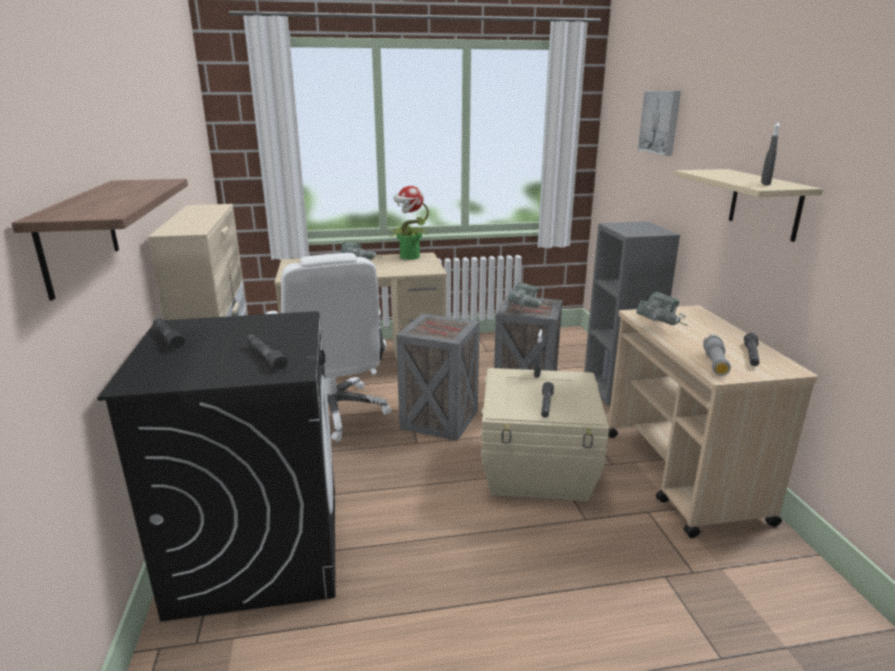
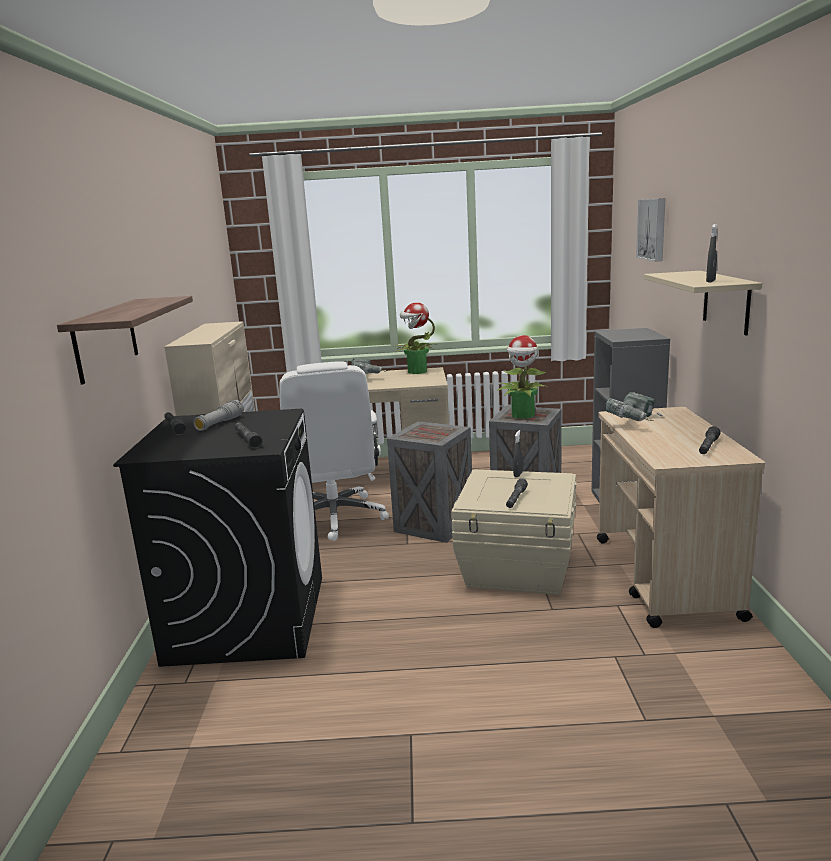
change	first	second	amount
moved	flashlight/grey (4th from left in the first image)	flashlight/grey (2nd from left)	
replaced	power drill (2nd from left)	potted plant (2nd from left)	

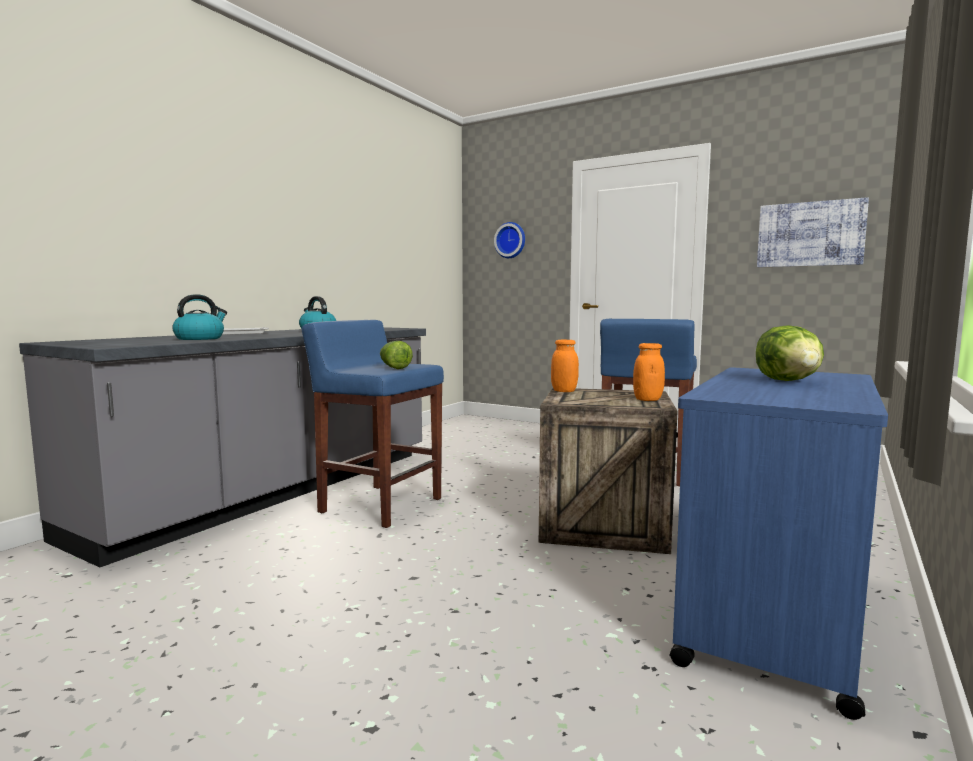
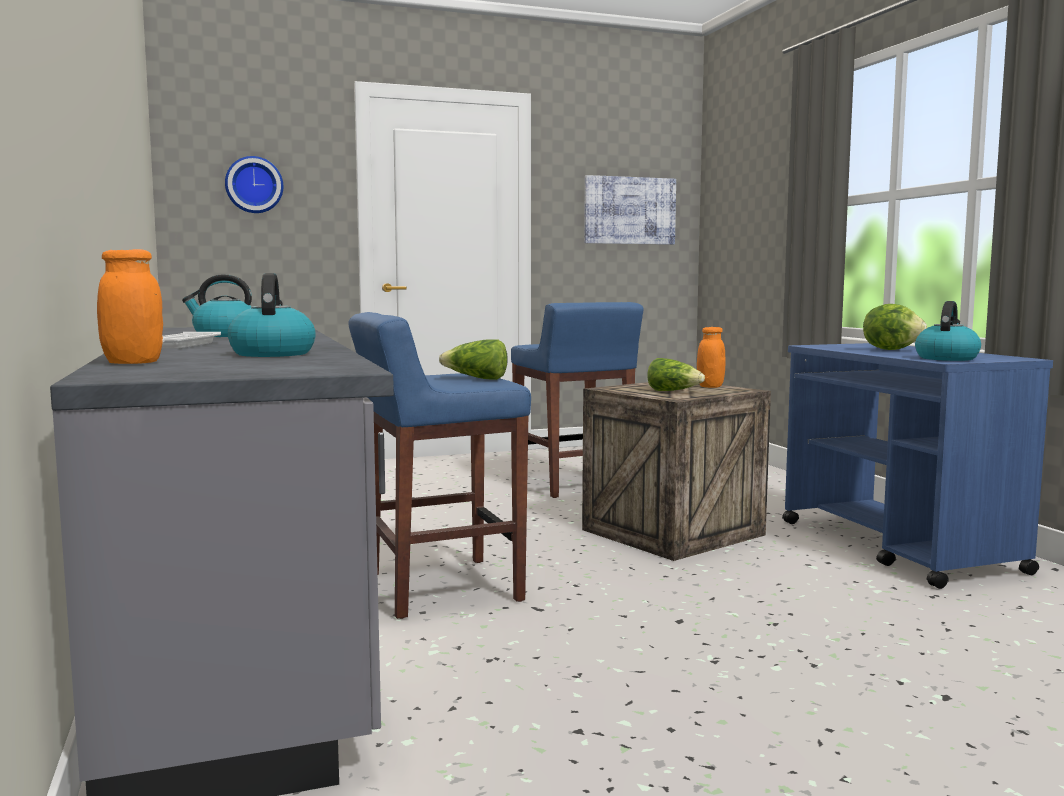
change	first	second	amount
moved	jar/orange (1st from left)		
added		lettuce (2nd from left)	
added		kettle (3rd from left)	

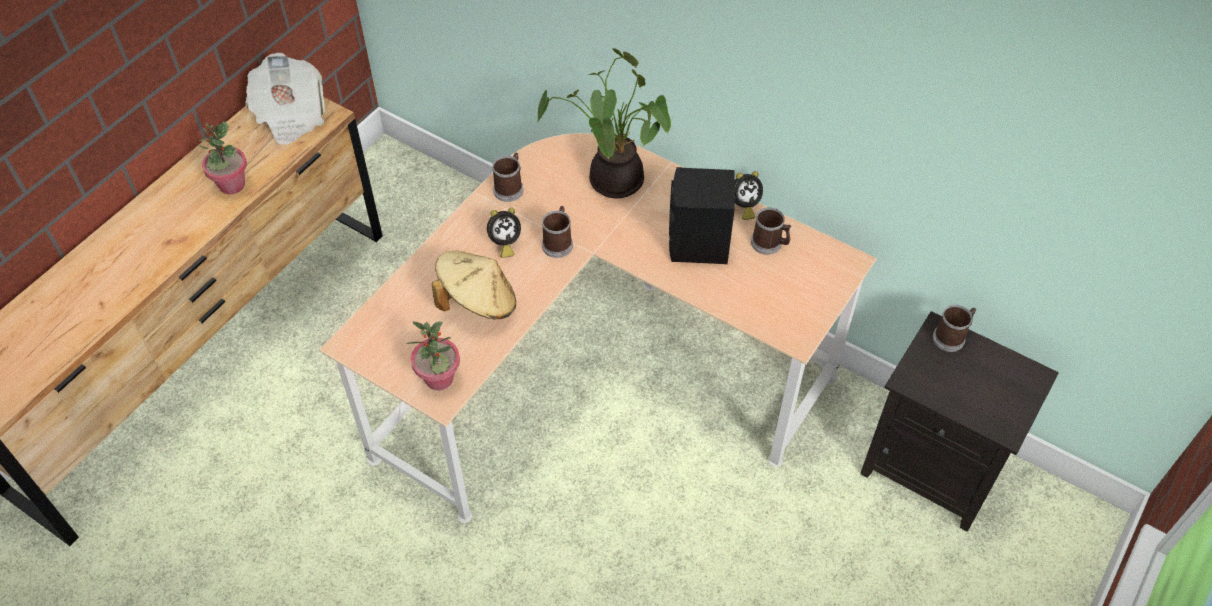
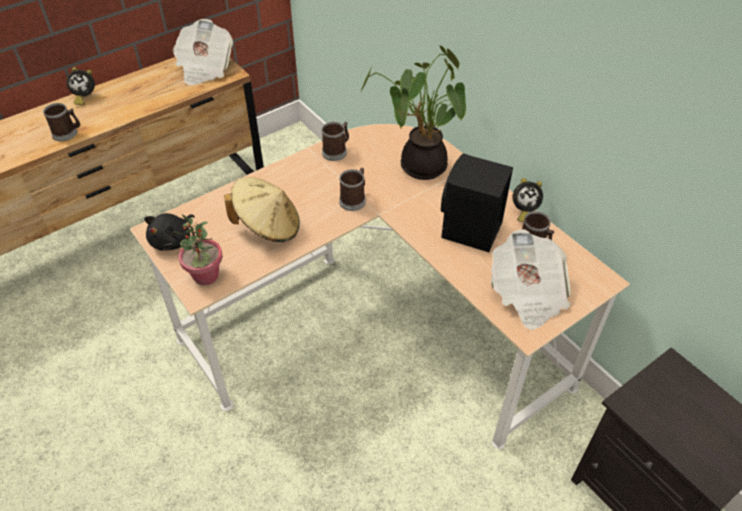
change	first	second	amount
moved	mug (4th from left in the first image)	mug (1st from left)	
moved	alarm clock (1st from left)		
added		plush toy/black	
added		newspaper (2nd from left)	
removed	potted plant (1st from left)		

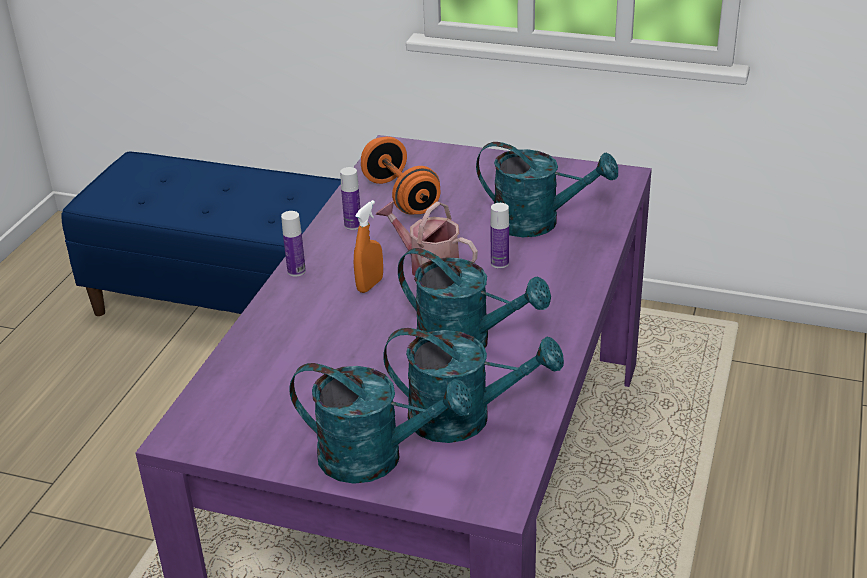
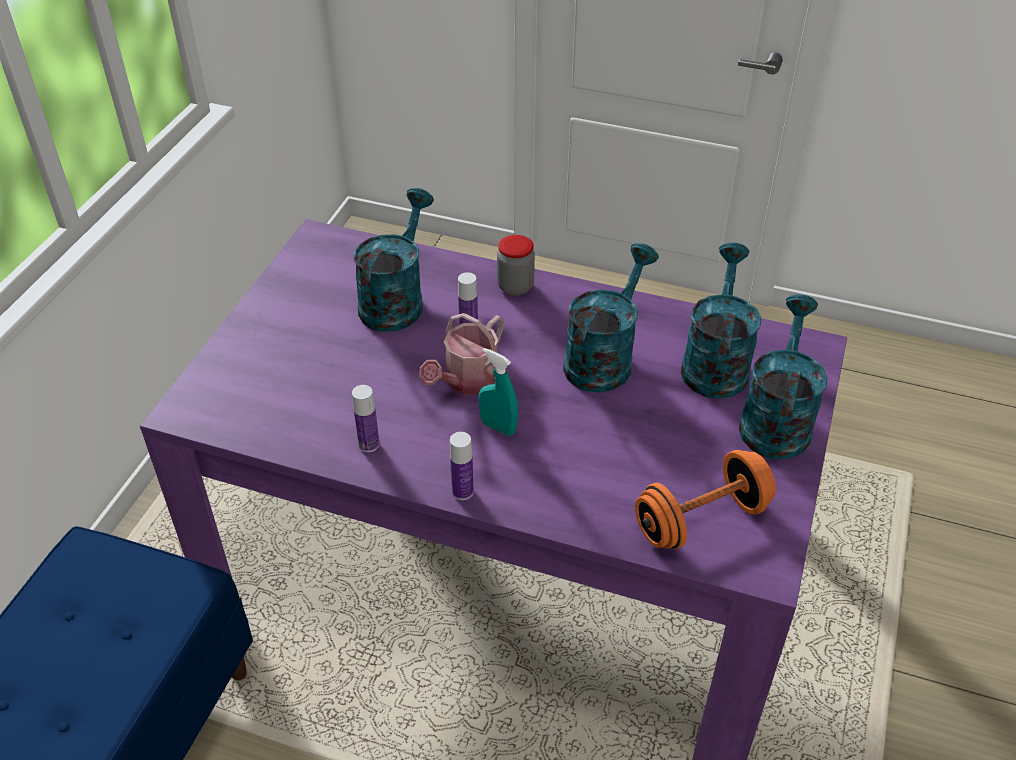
change	first	second	amount
recoloured	spray bottle/orange	spray bottle/turquoise	
added		jar	
moved	dumbbell/orange		

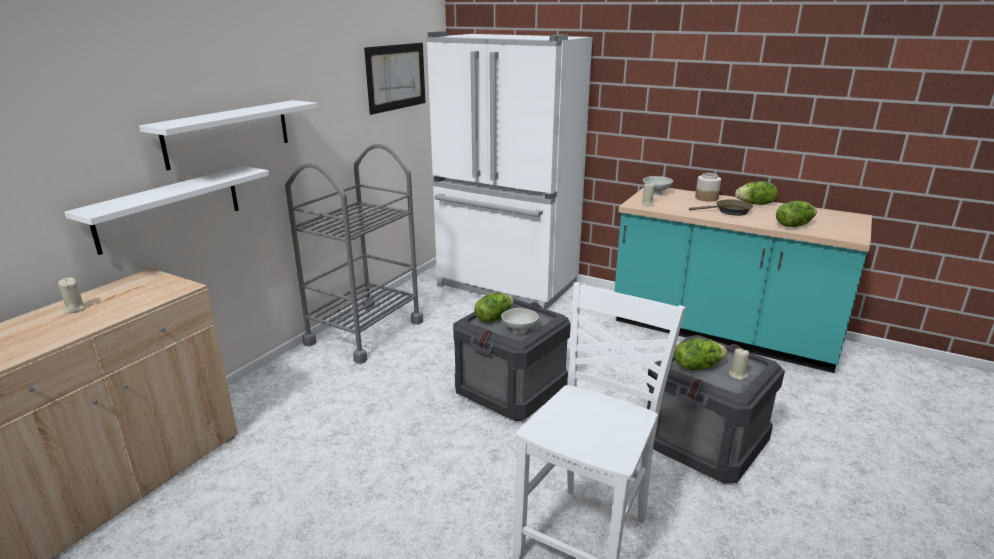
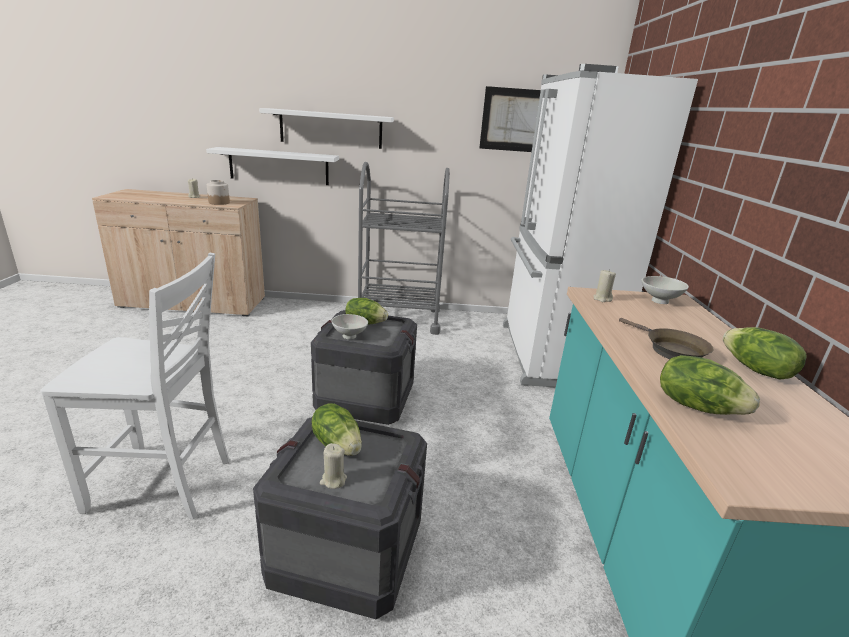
change	first	second	amount
moved	jar		

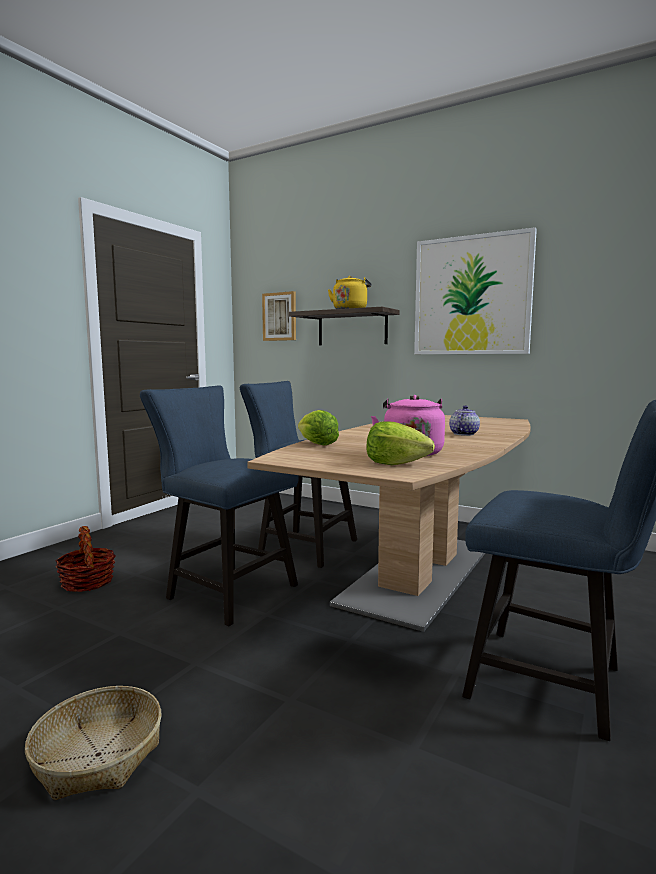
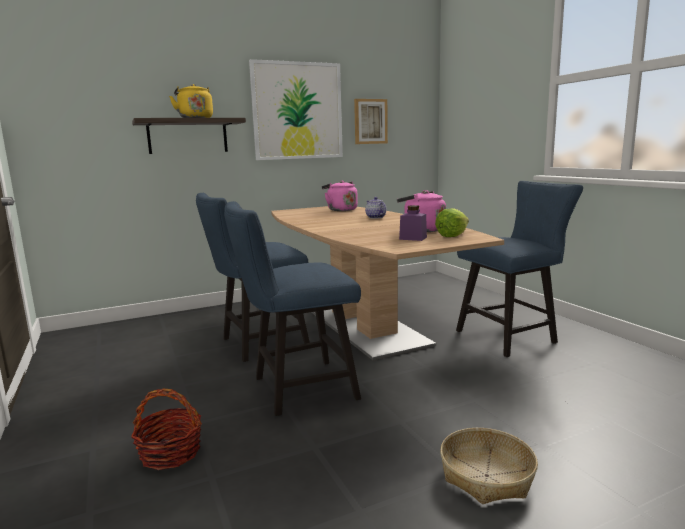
change	first	second	amount
added		kettle/pink (1st from left)	
moved	picture (1st from left in the first image)	picture (2nd from left)	
added		jar/purple	
removed	lettuce (1st from left)		

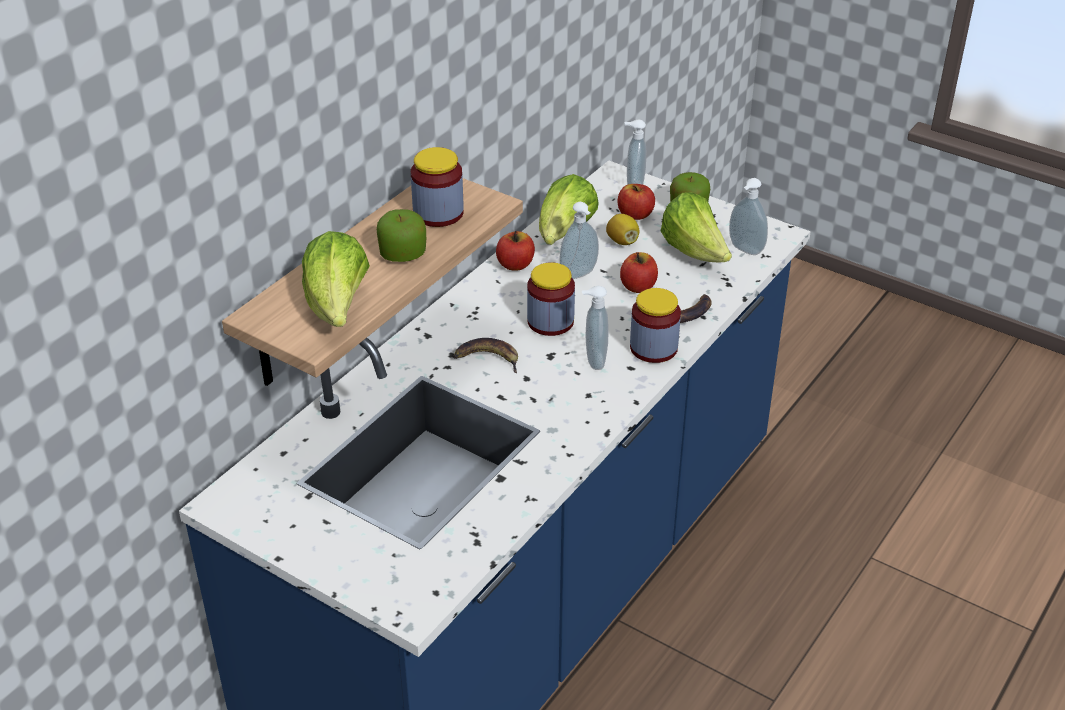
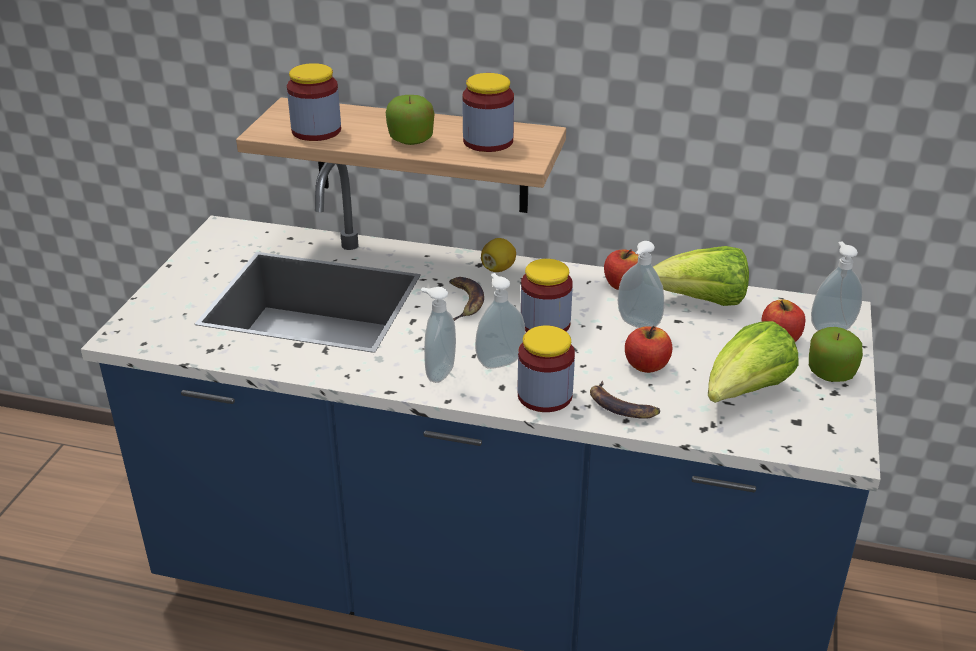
change	first	second	amount
replaced	lettuce (1st from left)	jar (1st from left)	
moved	soap dispenser (4th from left in the first image)	soap dispenser (1st from left)	
moved	lemon		

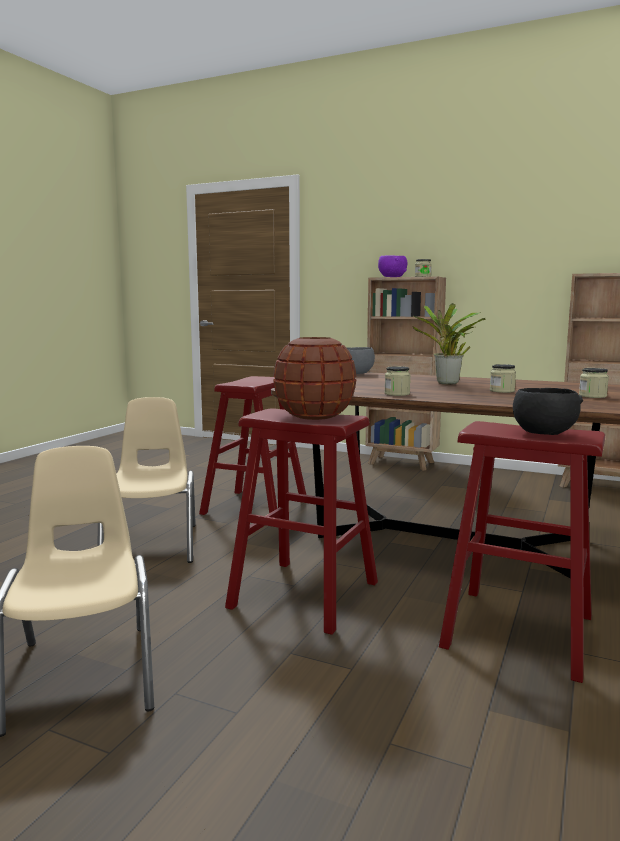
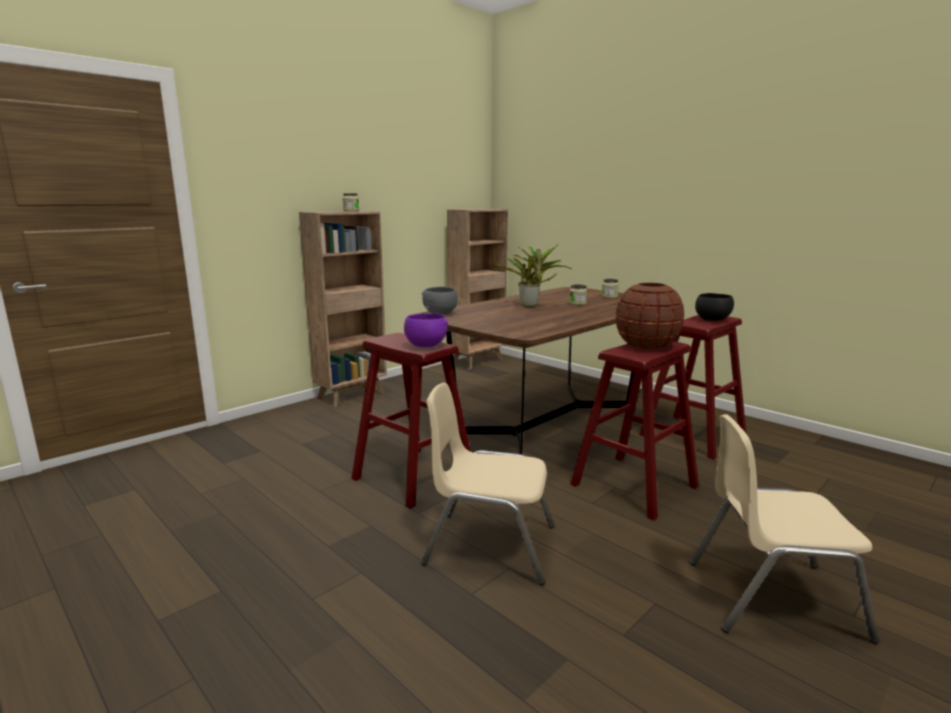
change	first	second	amount
moved	bowl/purple		
removed	jar (1st from left)		

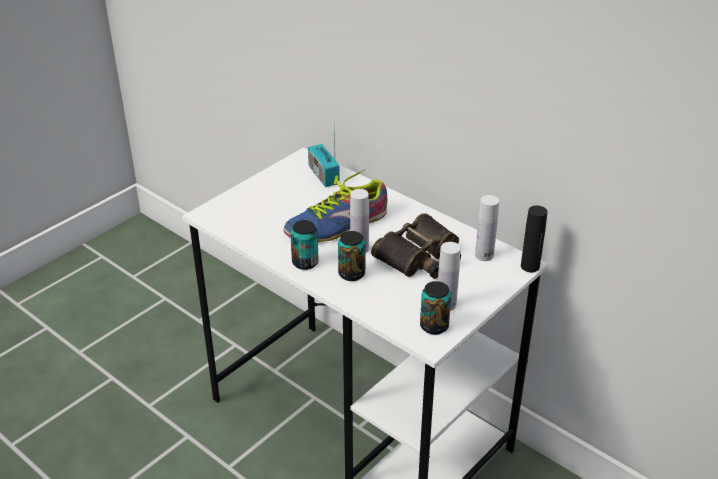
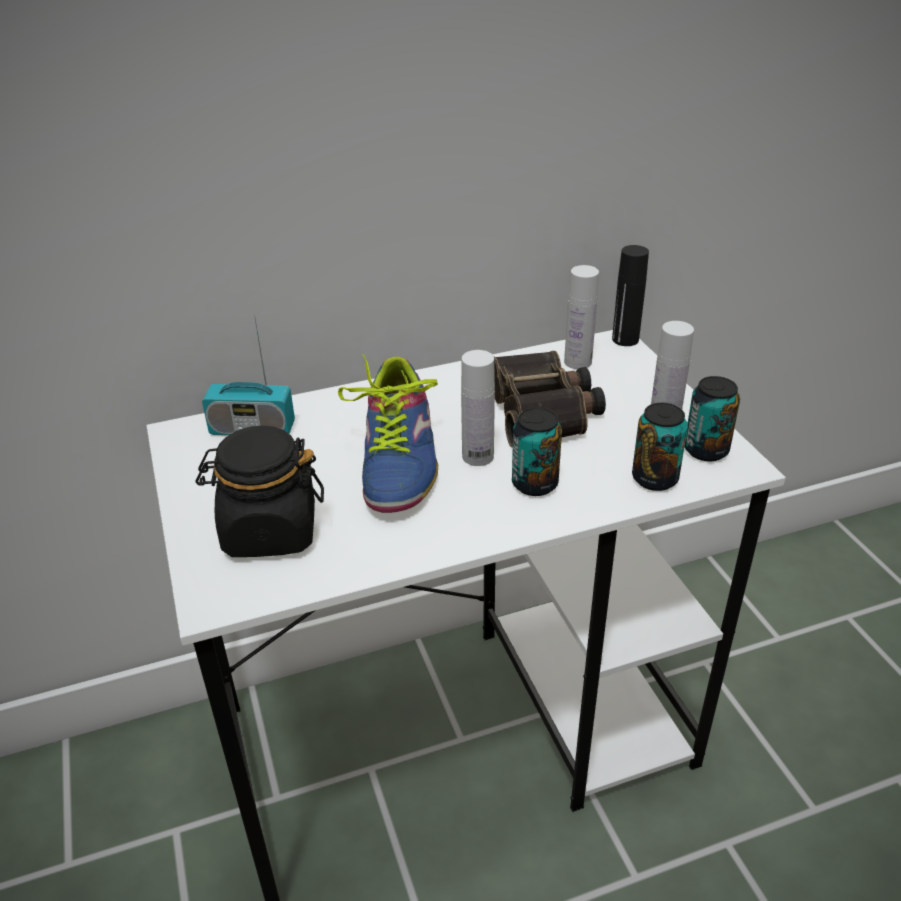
change	first	second	amount
added		jar/black	
moved	can (1st from left in the first image)	can (2nd from left)	

